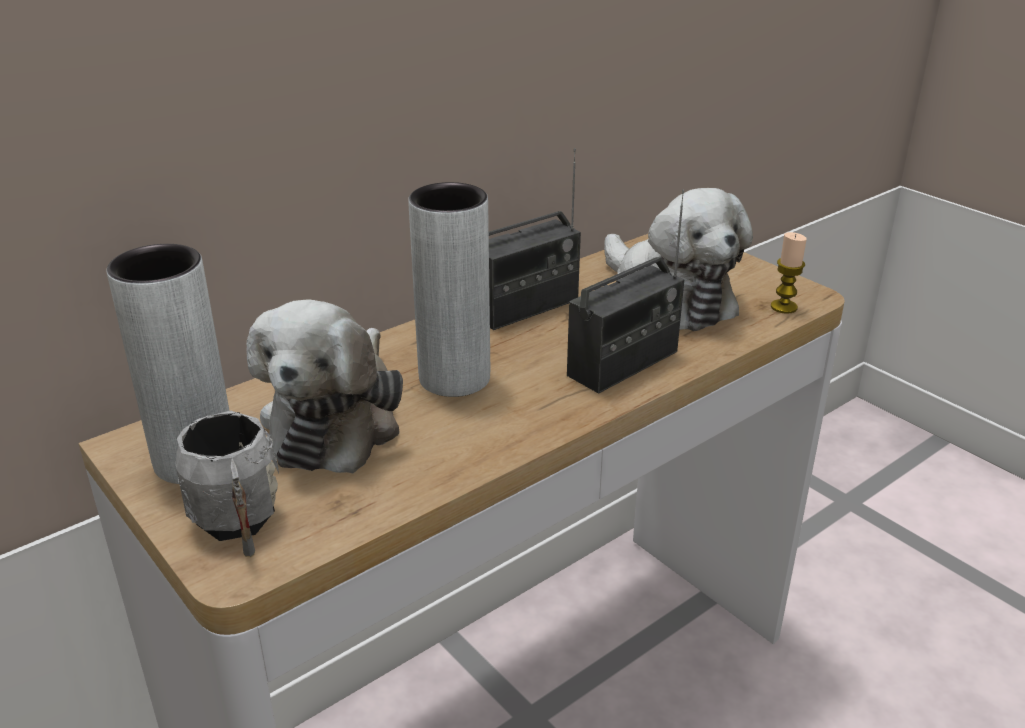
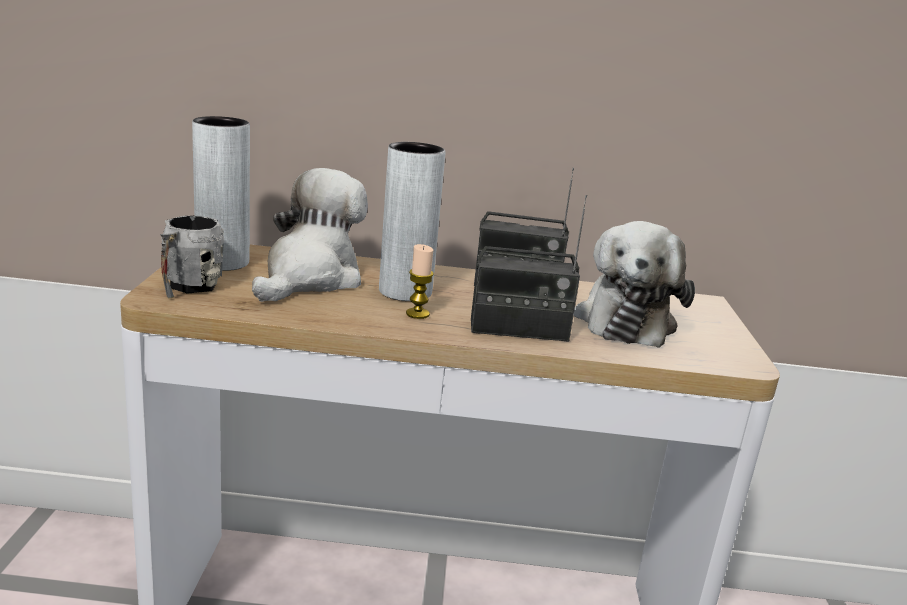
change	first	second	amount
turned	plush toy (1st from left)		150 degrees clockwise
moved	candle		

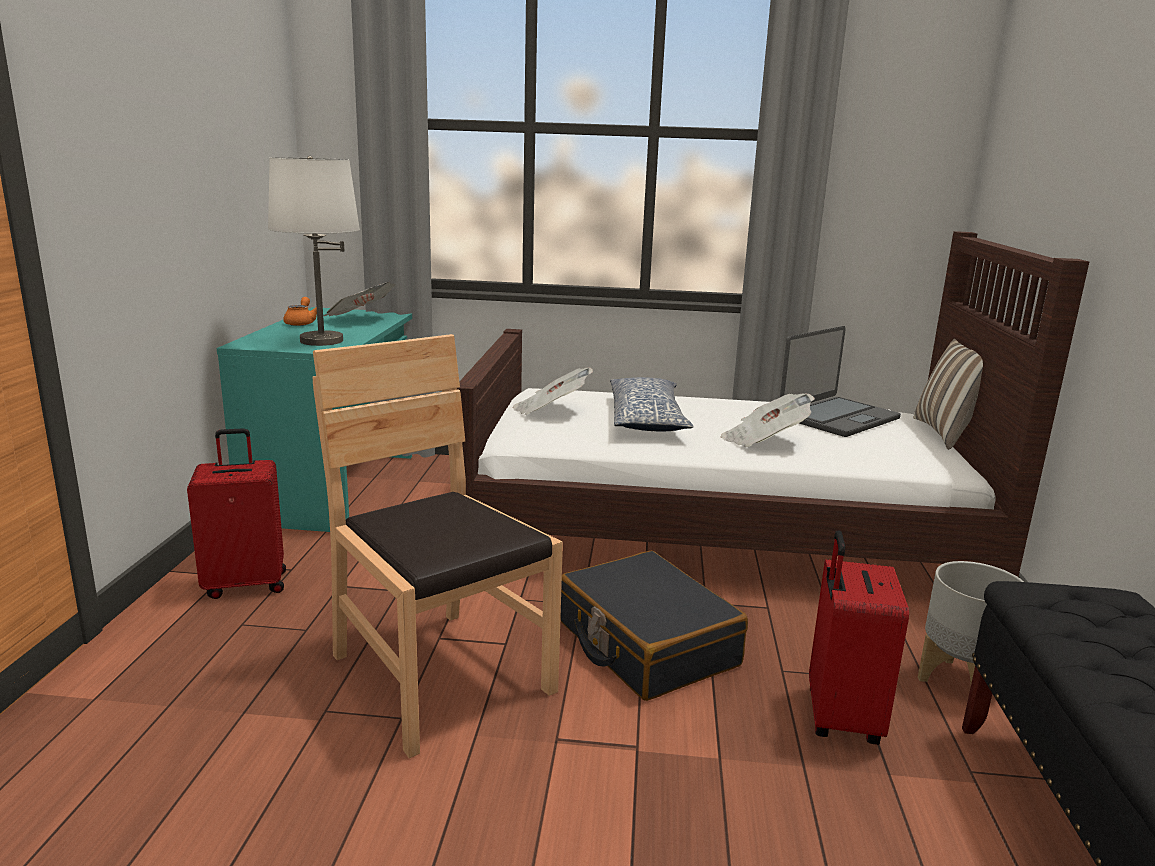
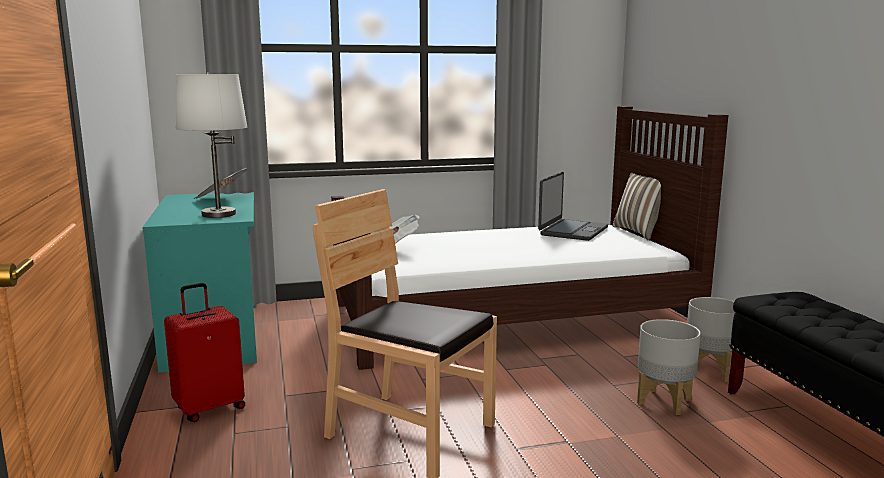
change	first	second	amount
replaced	suitcase/red (2nd from left)	planter/grey (1st from left)	
removed	teapot/orange		
removed	suitcase/black		
removed	pillow (1st from left)		
removed	newspaper (3rd from left)		

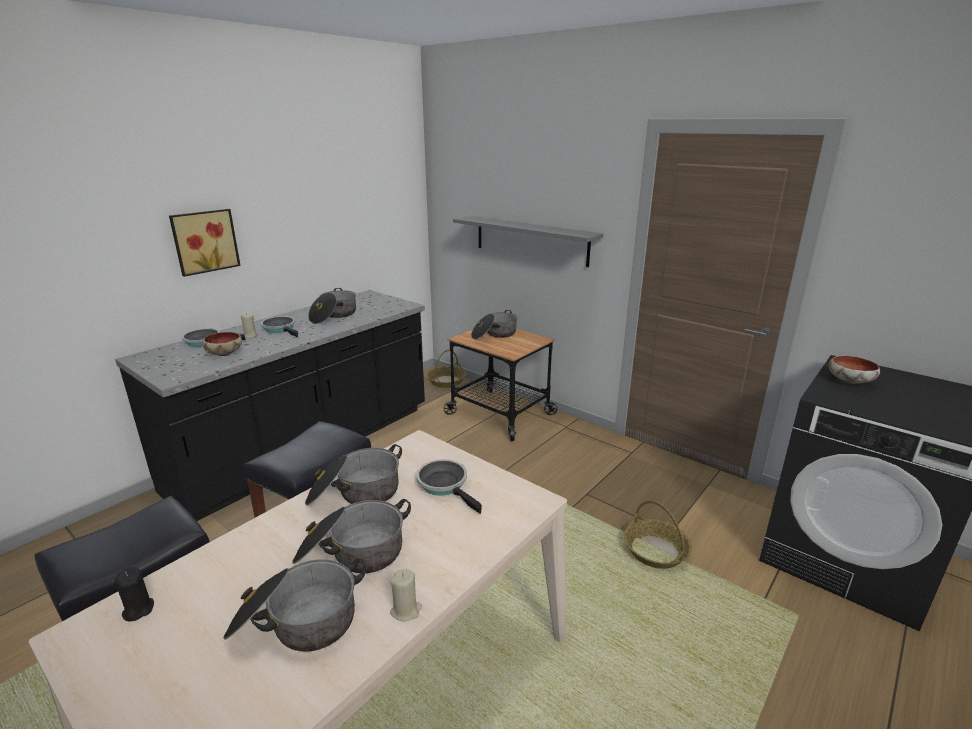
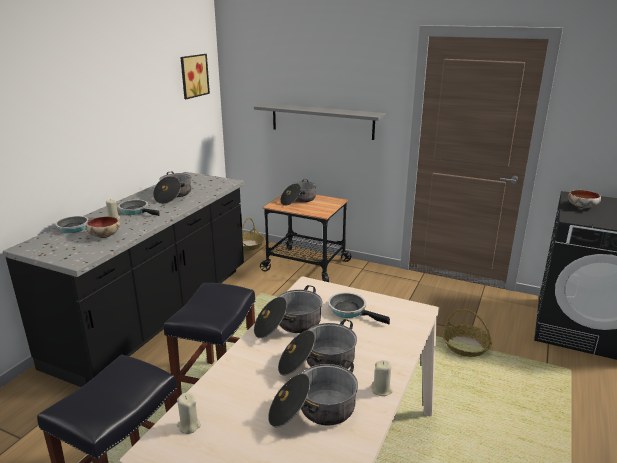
change	first	second	amount
recoloured	candle/black	candle/beige (2nd from left)	
moved	picture		

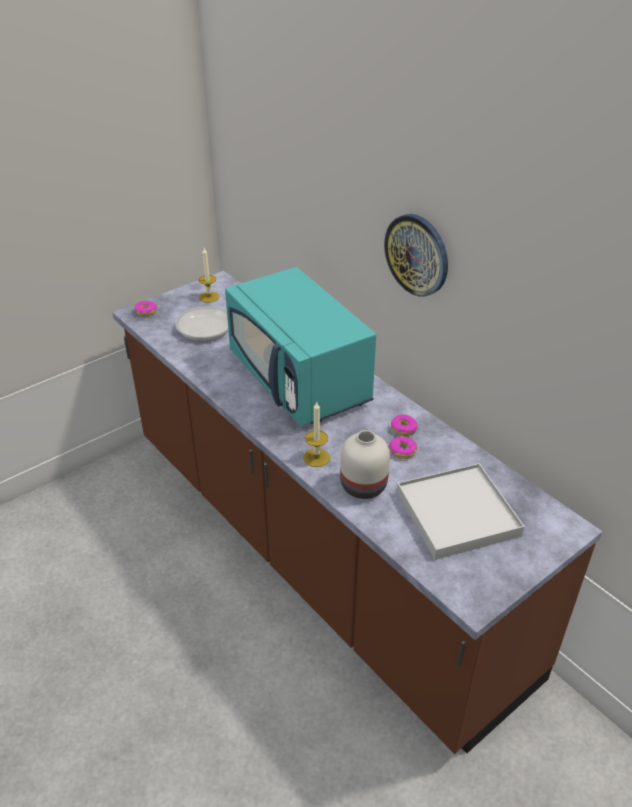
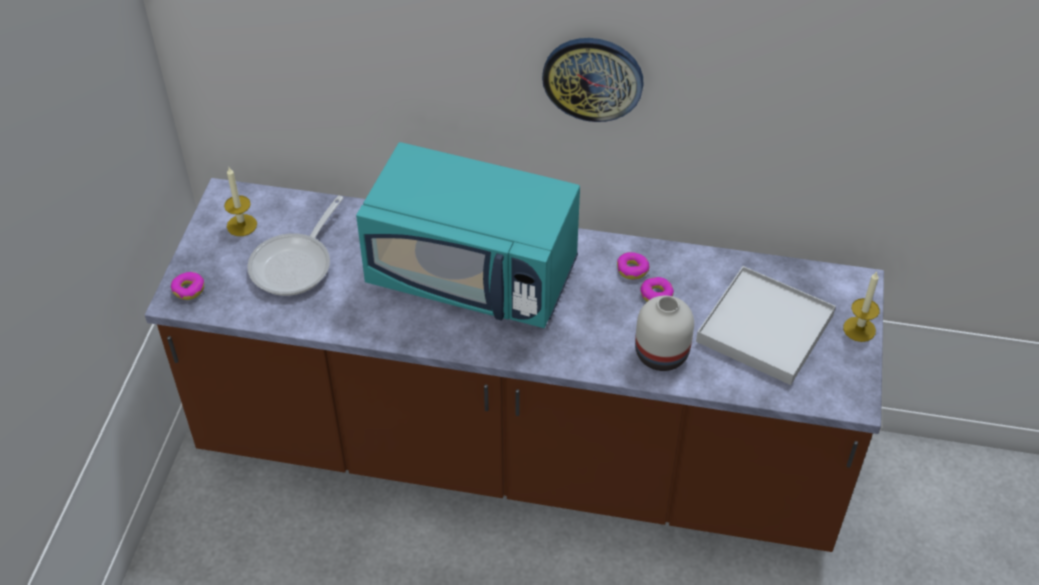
change	first	second	amount
moved	candle (2nd from left)		

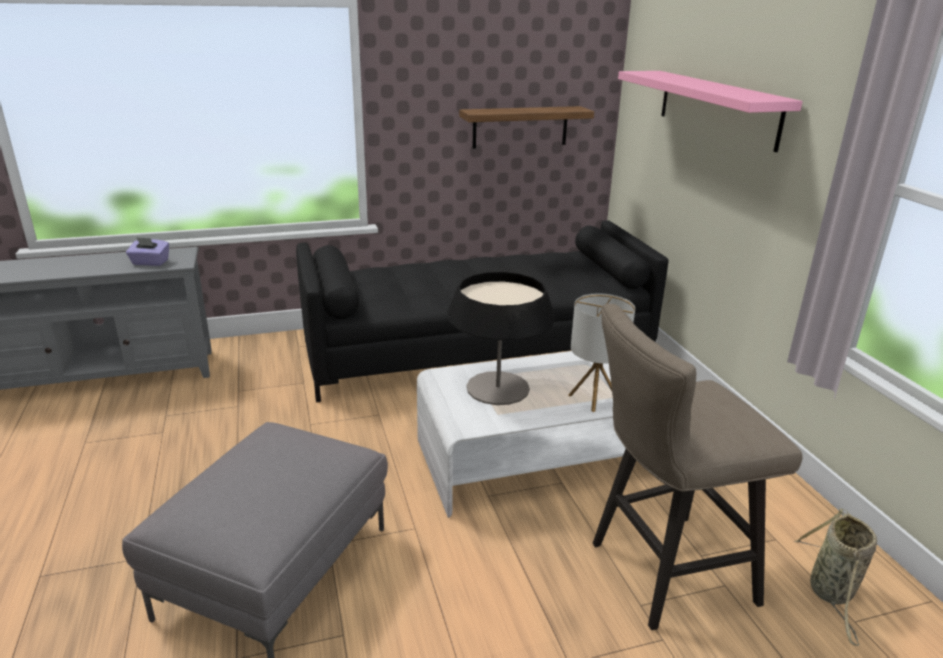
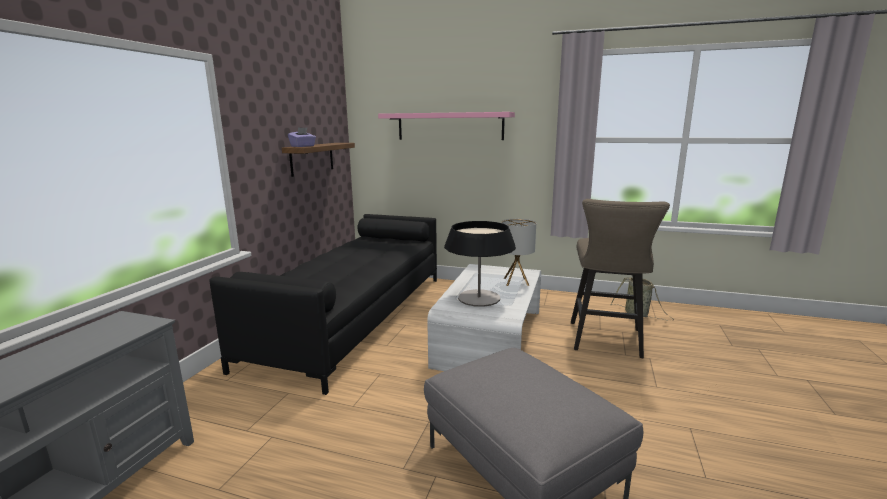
change	first	second	amount
moved	tissue box/purple		

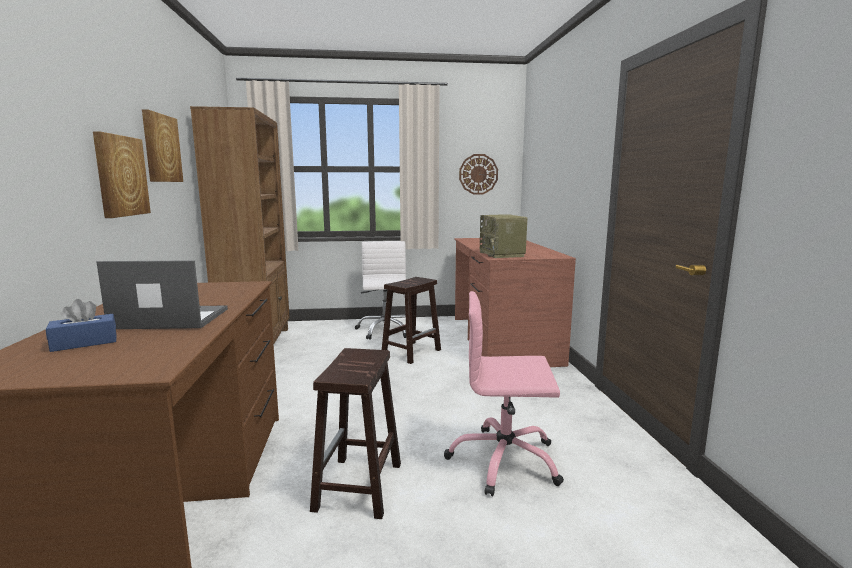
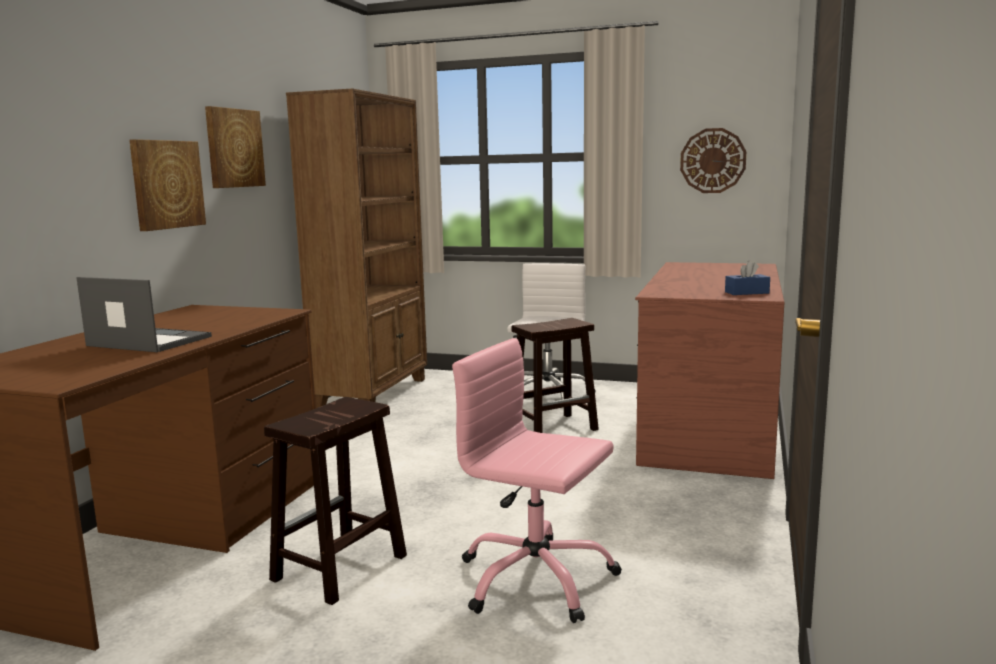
change	first	second	amount
moved	tissue box/blue		
removed	radio		

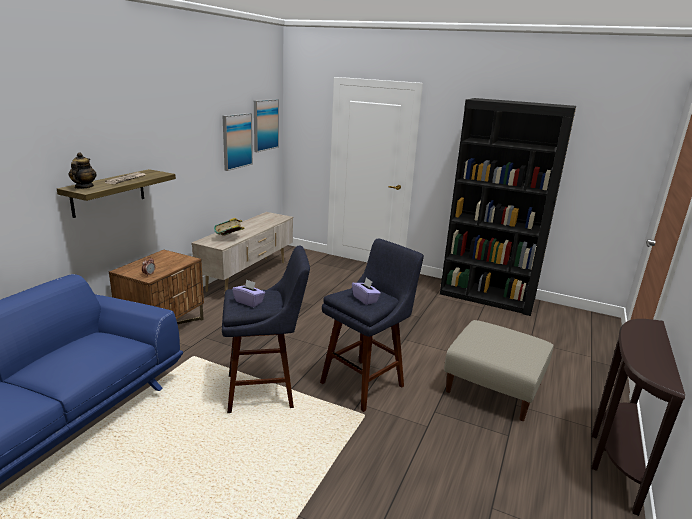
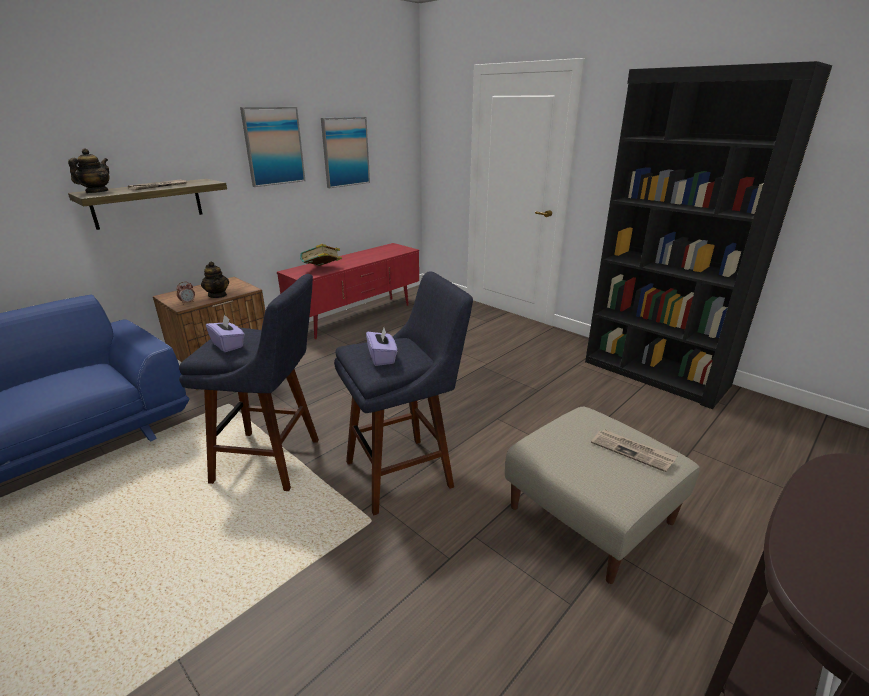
change	first	second	amount
added		teapot (2nd from left)	
moved	picture (2nd from left in the first image)	picture (1st from left)	
recoloured	tv stand/beige	tv stand/red	
added		newspaper (2nd from left)	

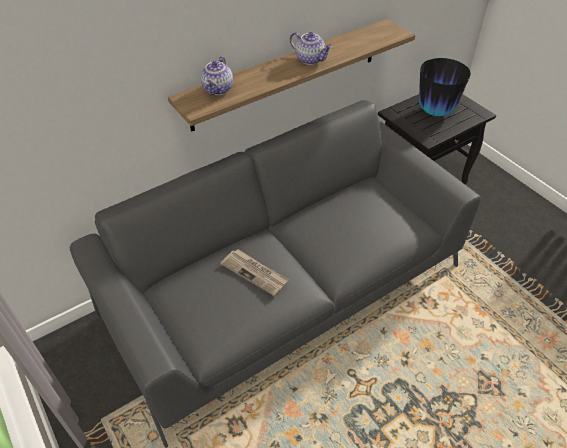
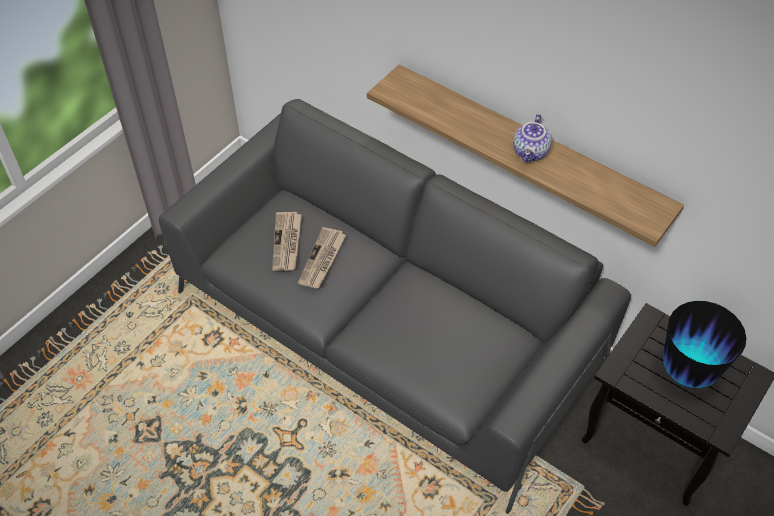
change	first	second	amount
added		newspaper (1st from left)	
removed	teapot (1st from left)		

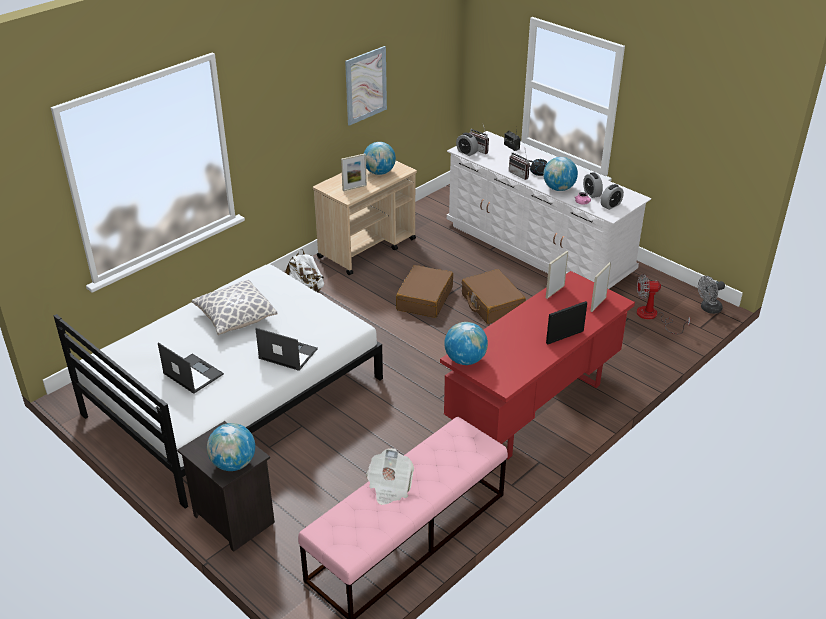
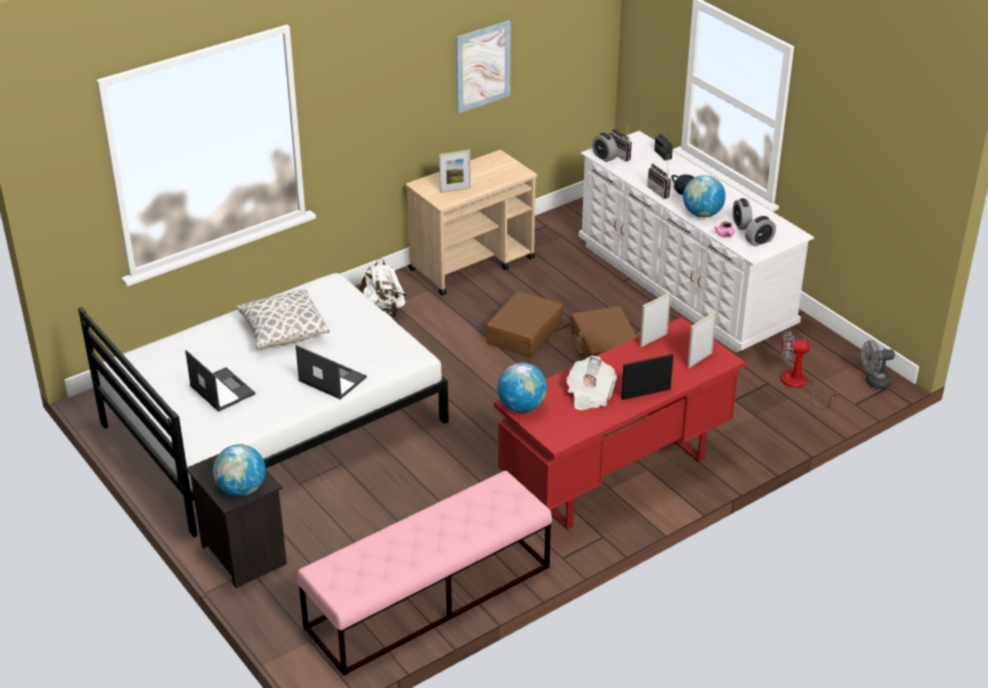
change	first	second	amount
moved	newspaper		
removed	globe (2nd from left)		

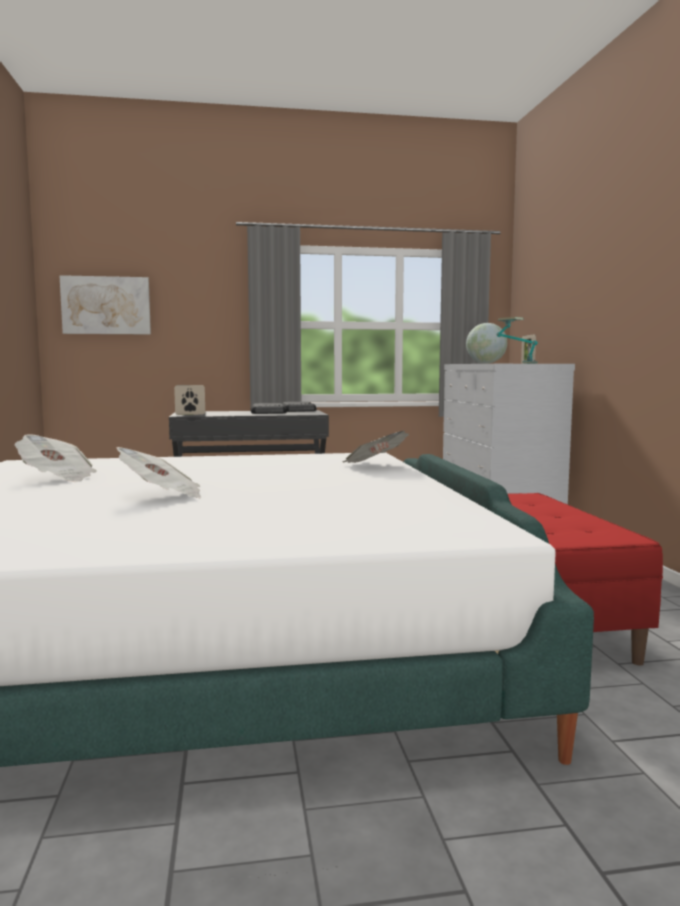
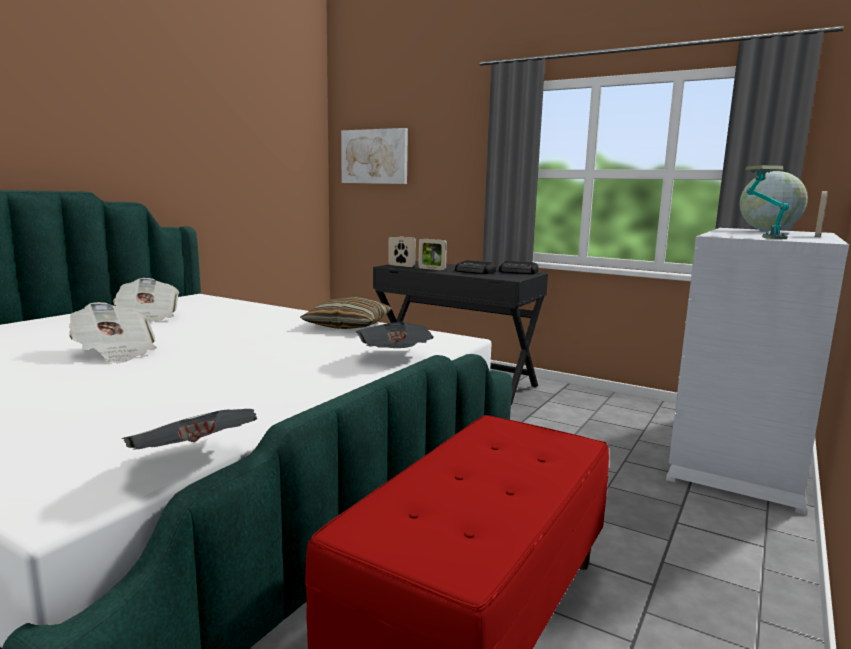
change	first	second	amount
added		newspaper (3rd from left)	
added		pillow	
added		picture frame (2nd from left)	

